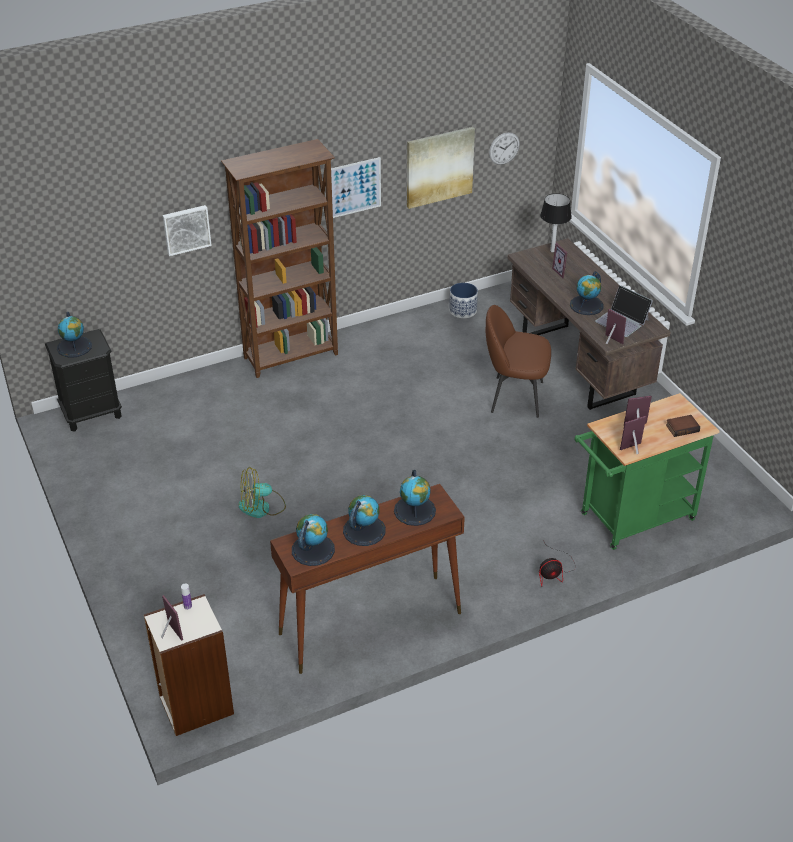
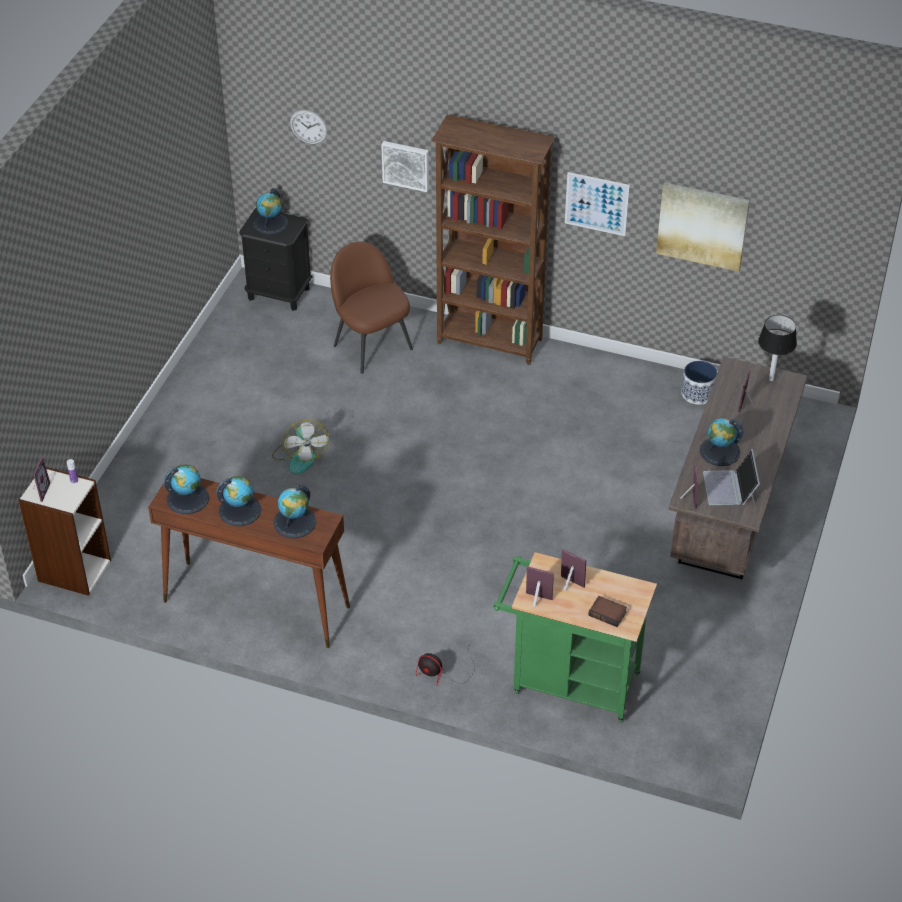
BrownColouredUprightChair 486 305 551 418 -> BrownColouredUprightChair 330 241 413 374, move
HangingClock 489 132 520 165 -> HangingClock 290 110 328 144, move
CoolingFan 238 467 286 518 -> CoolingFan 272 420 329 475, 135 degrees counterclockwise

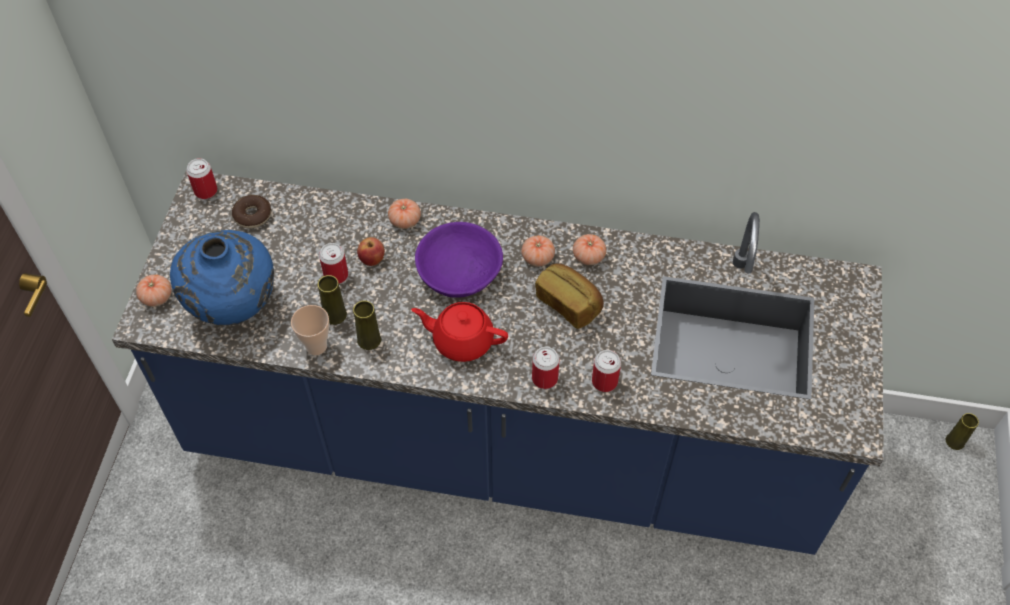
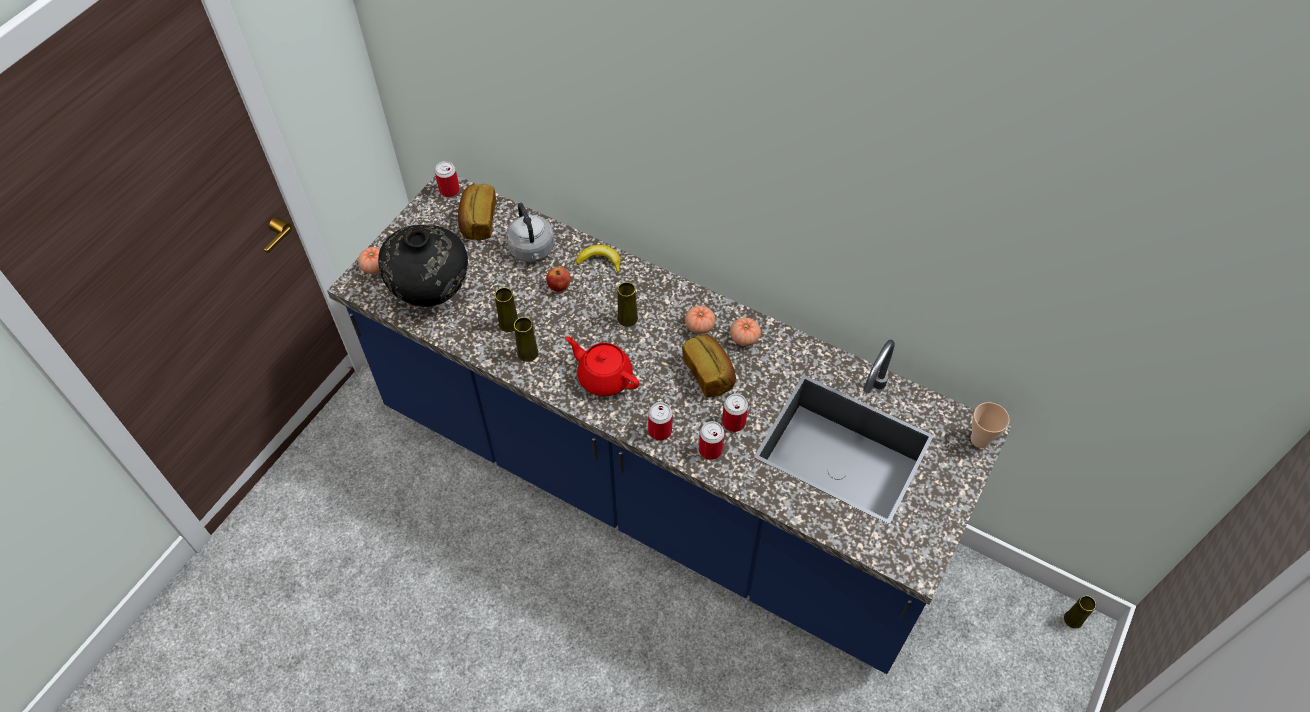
none -> GreyishTeaKettle 506 203 554 262
Cup 291 305 330 355 -> Cup 971 402 1010 448, move
SealedCan 319 243 348 284 -> SealedCan 722 394 748 432, move
RingDoughnut 232 195 271 228 -> Bread 458 184 496 240
Tomato 388 199 421 229 -> Banana 576 245 621 274
PurpleBowl 415 222 503 298 -> YellowColouredVase 617 282 638 327
BlueVase 170 230 274 325 -> BlackVase 378 225 468 307

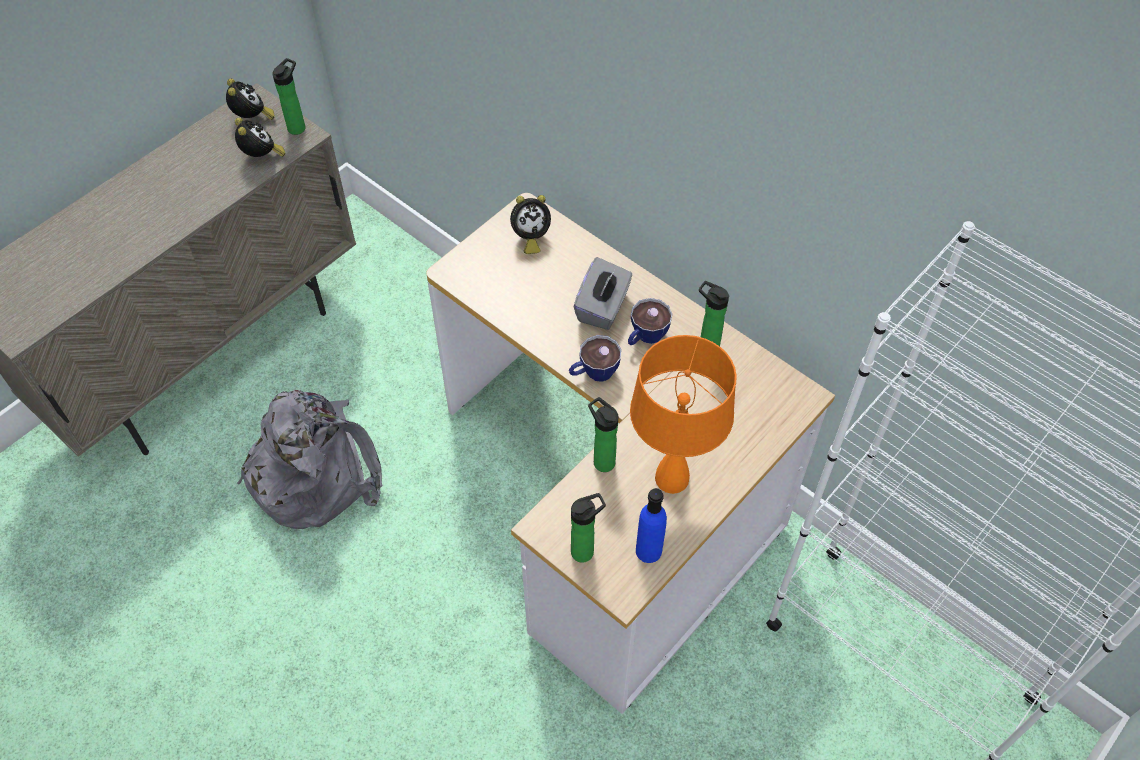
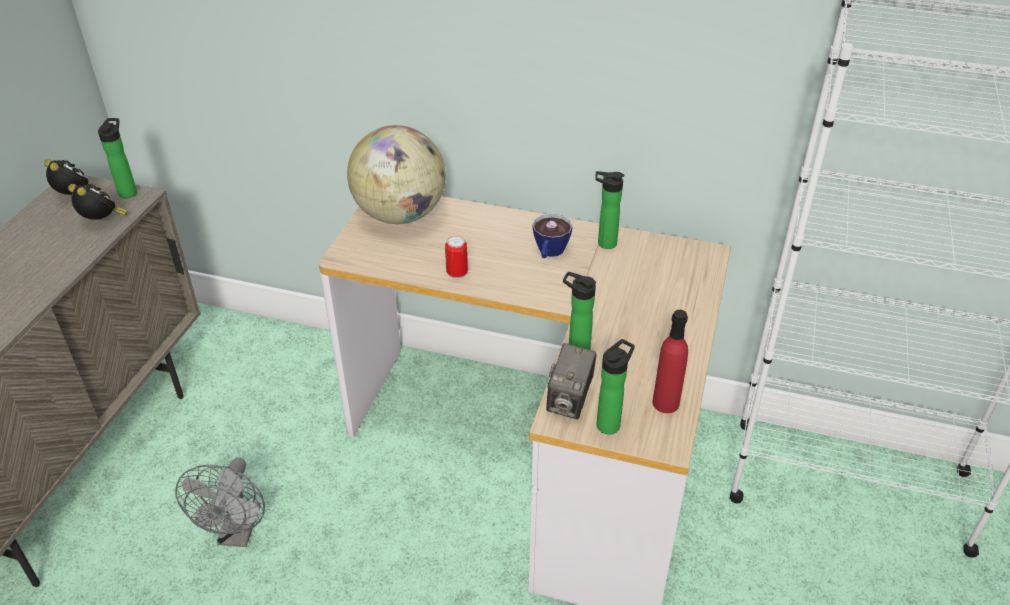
Cup 569 335 621 382 -> none
GreyishTissueBox 574 257 632 330 -> none
OrangeTabletopLamp 630 335 737 494 -> none
none -> SealedCan 445 236 468 279
none -> PhotoCamera 546 343 597 419
GreyishBackpack 237 390 382 529 -> GreyishCoolingFan 175 457 265 547
BedsideClock 510 195 551 254 -> WorldGlobe 347 125 446 224
BlueBottle 636 488 667 563 -> RedColouredBottle 652 310 688 413

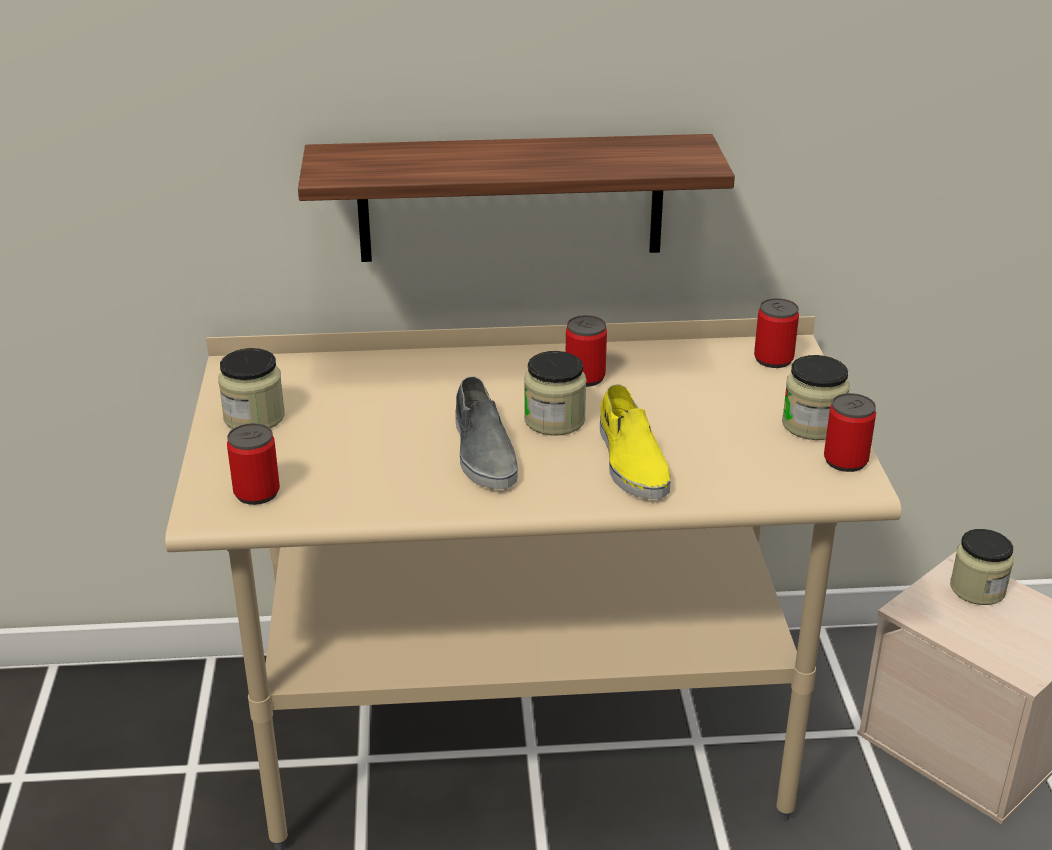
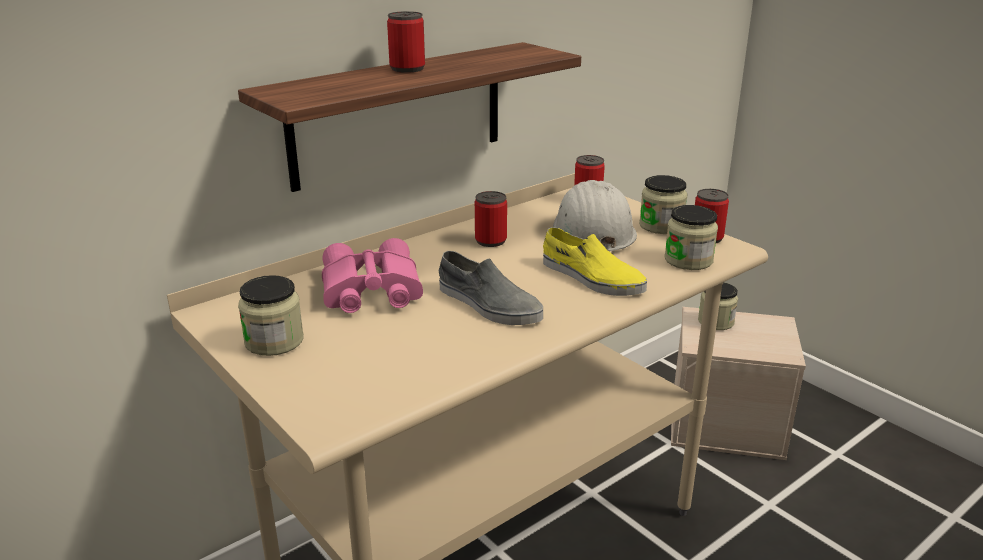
none -> PinkColouredFieldGlasses 322 238 423 313
none -> WhiteColouredHardHat 553 180 637 251
SealedCan 227 423 280 505 -> SealedCan 387 11 425 73, move
PreserveJar 524 351 587 436 -> PreserveJar 664 205 718 270, move

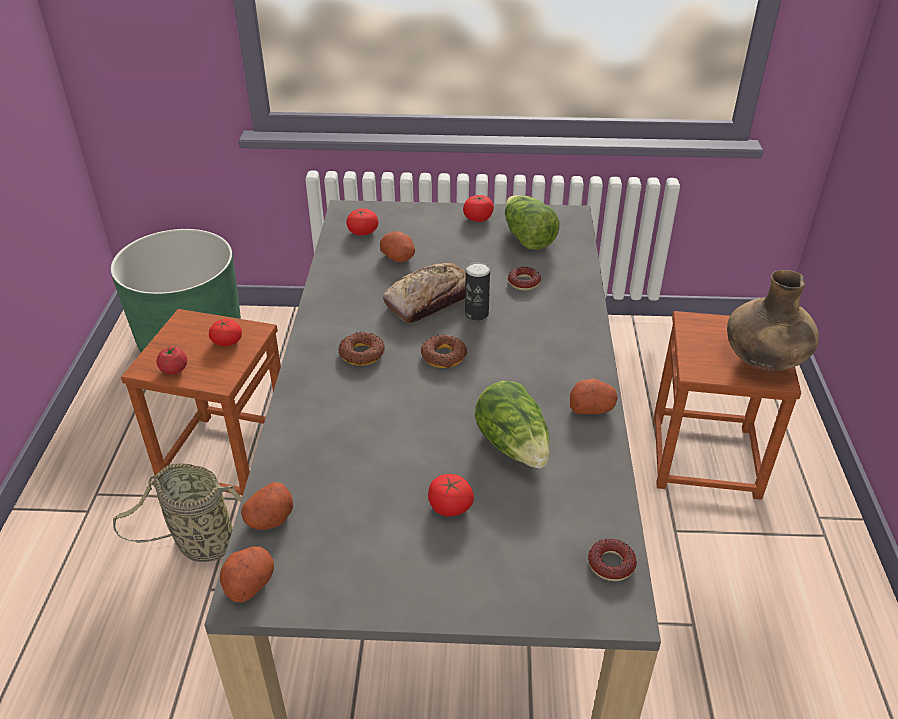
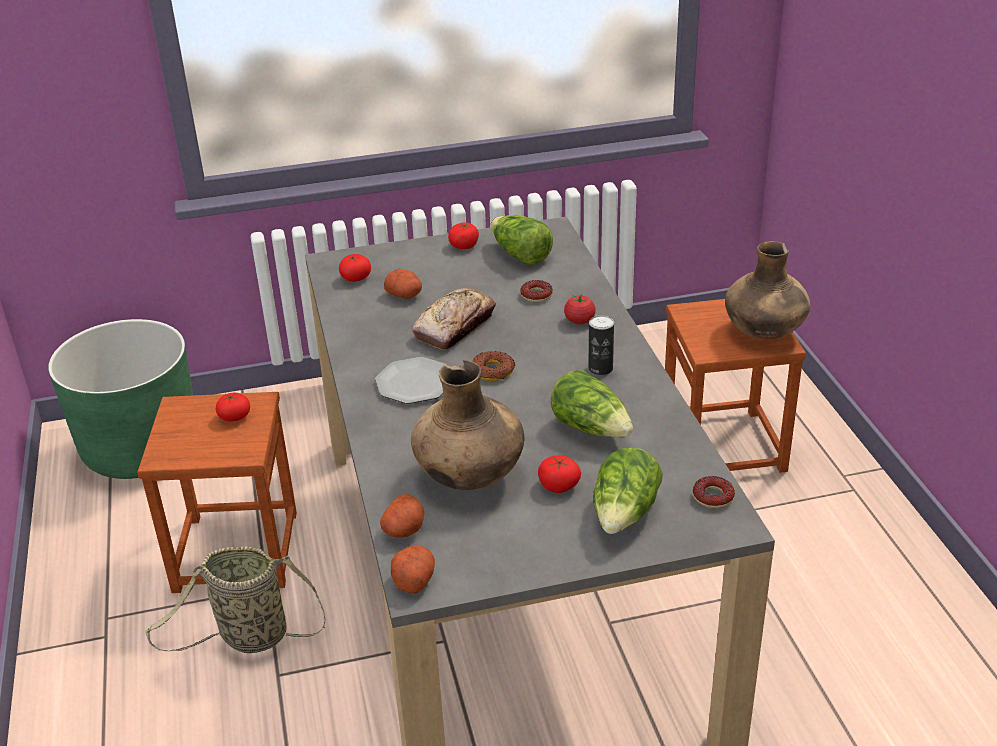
Potato 570 379 618 414 -> none
none -> BrownColouredVase 411 360 524 490
none -> Lettuce 593 447 663 534
Tomato 157 347 187 375 -> Tomato 564 295 596 324, move
SealedCan 465 262 490 321 -> SealedCan 588 315 614 375, move
RingDoughnut 338 332 385 366 -> DinnerPlate 375 357 445 404

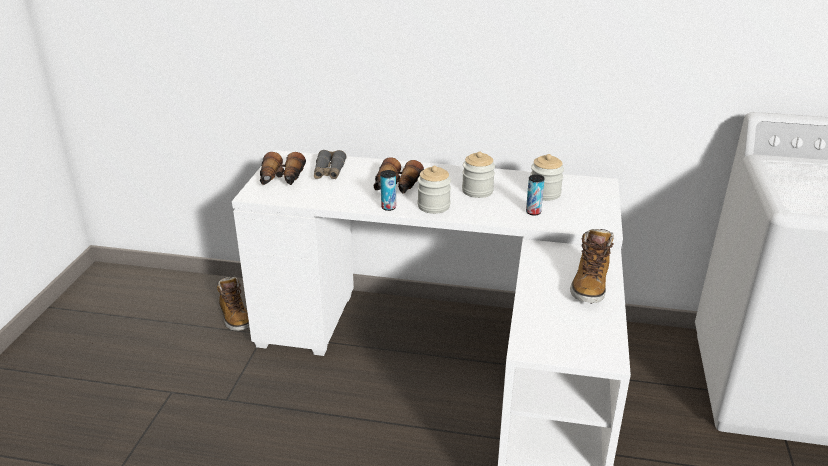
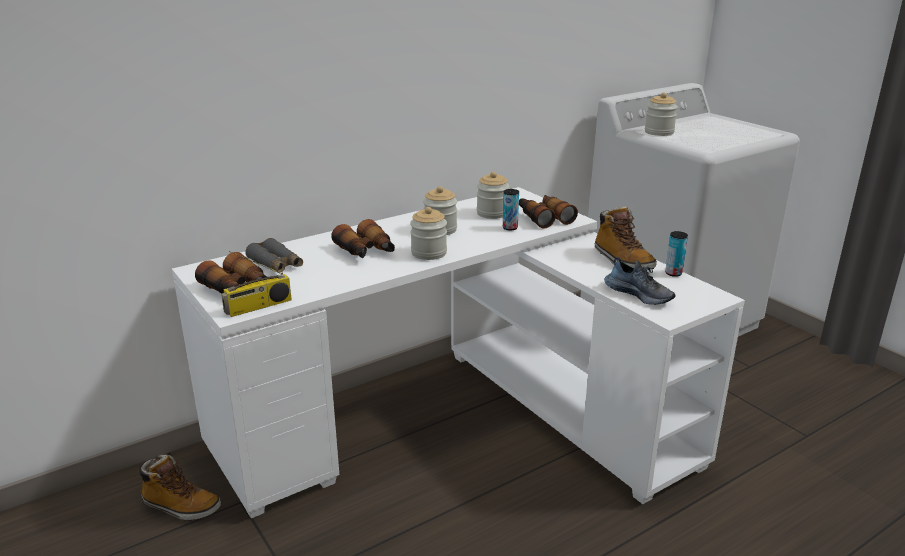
none -> RadioSet 221 251 292 317
none -> FieldGlasses 519 195 578 228
none -> LowShoe 604 257 676 305
none -> PreserveJar 645 93 678 136
SealedCan 380 170 396 211 -> SealedCan 665 231 688 277, move

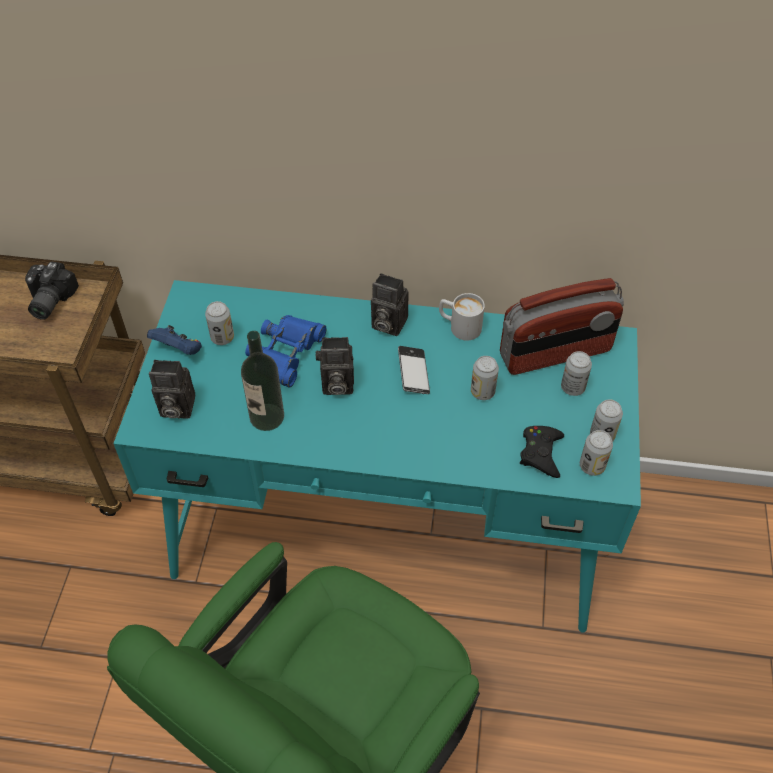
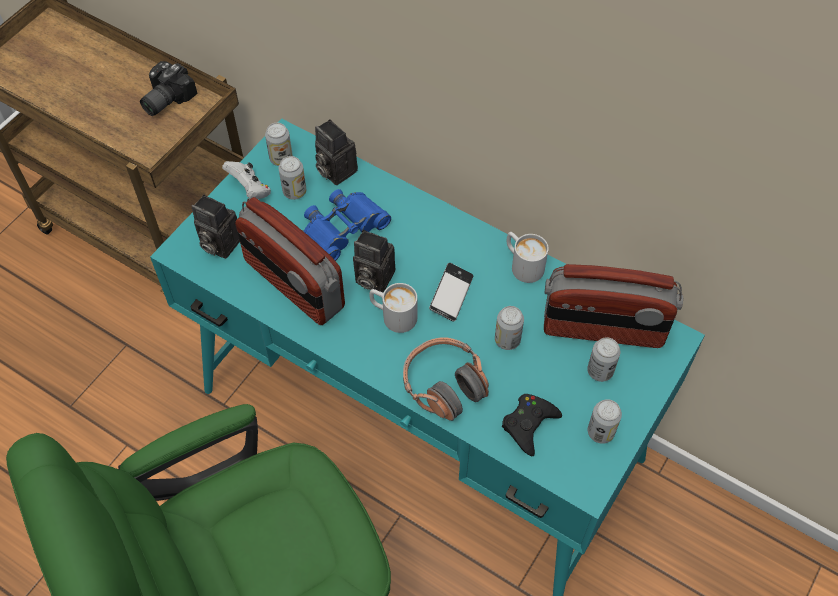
none -> WhiteColouredMug 369 283 417 333
none -> Headset 403 337 489 421
PhotoCamera 371 273 409 336 -> PhotoCamera 315 119 358 185, move
SealedCan 580 430 613 476 -> SealedCan 265 123 293 166, move
Bottle 241 331 284 431 -> RadioSet 235 197 345 325
BlueGameController 147 325 202 355 -> WhiteColouredGameController 222 161 271 199

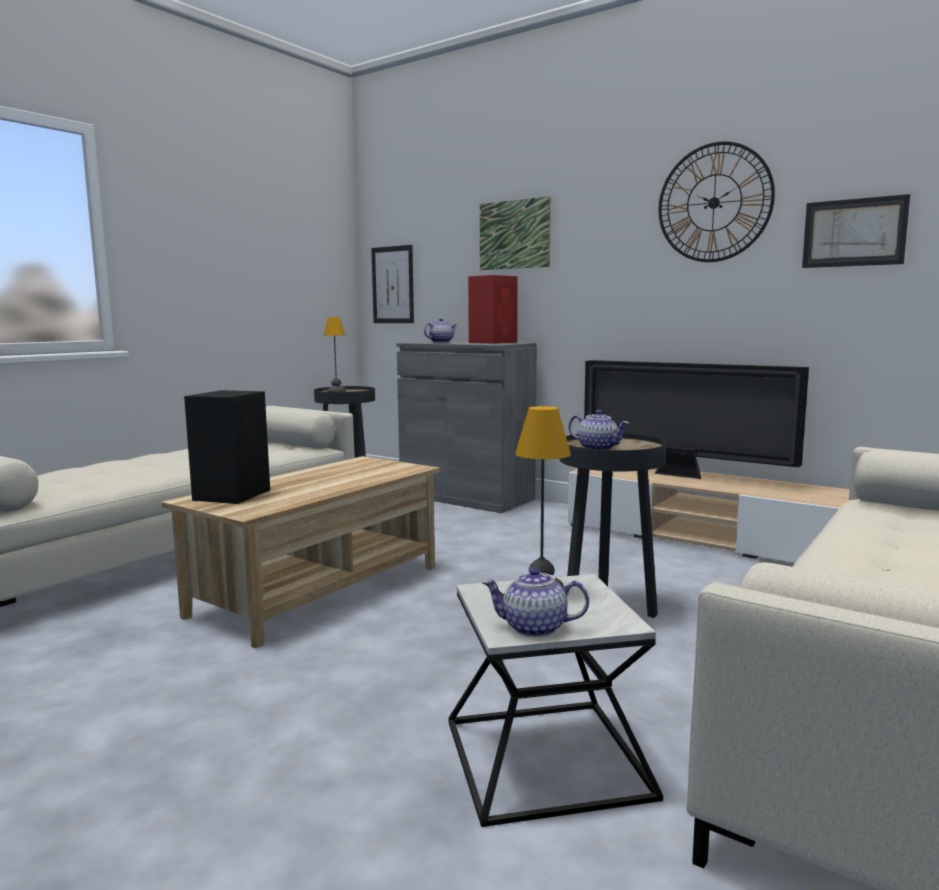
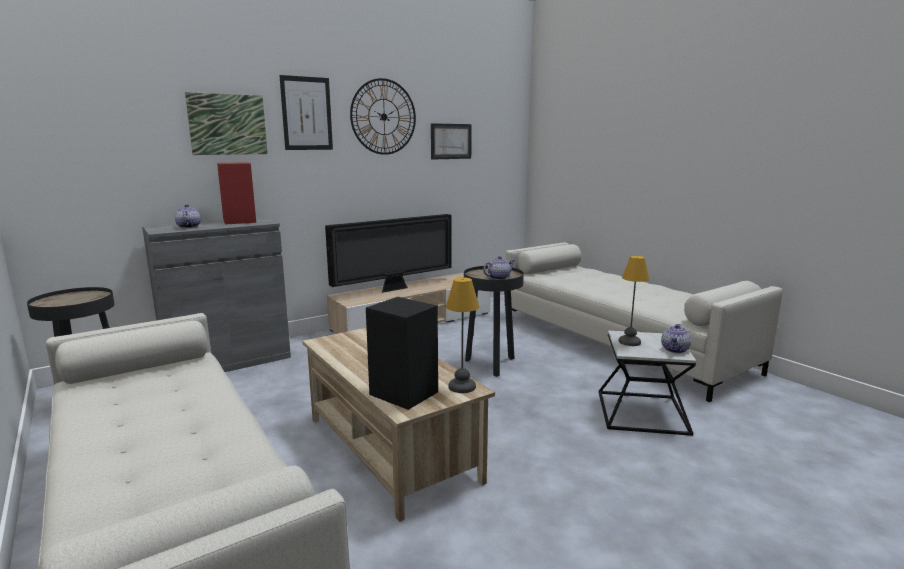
TabletopLamp 323 317 346 392 -> TabletopLamp 446 277 479 393, move
Picture 371 245 414 323 -> Picture 279 75 333 150, move

